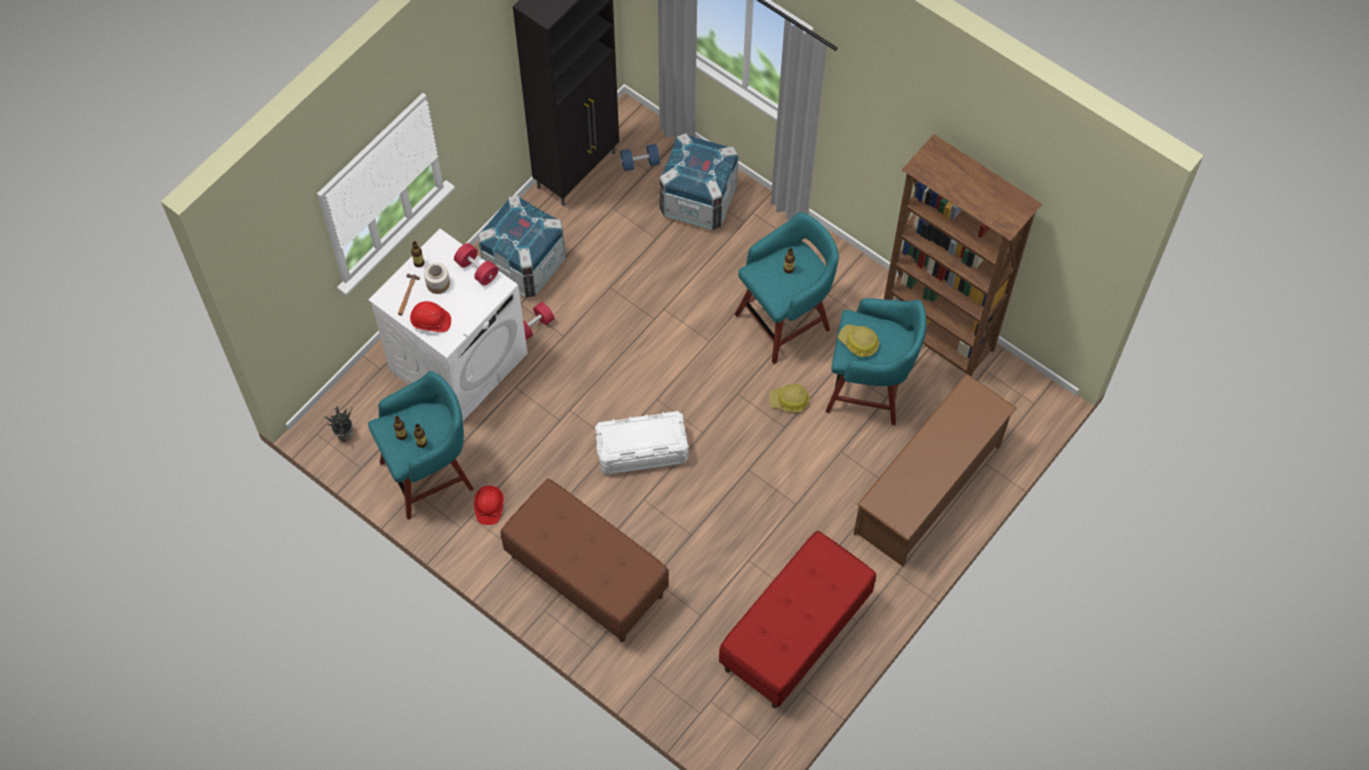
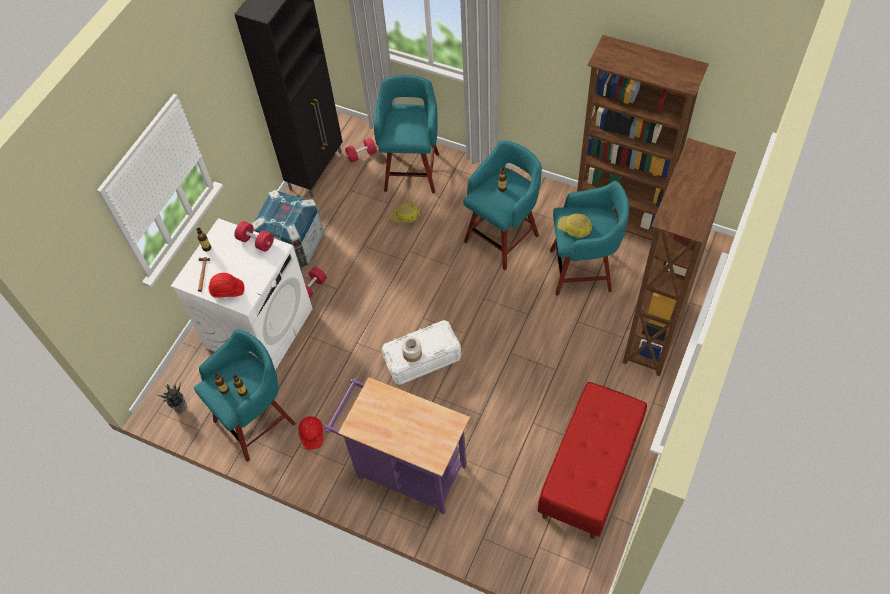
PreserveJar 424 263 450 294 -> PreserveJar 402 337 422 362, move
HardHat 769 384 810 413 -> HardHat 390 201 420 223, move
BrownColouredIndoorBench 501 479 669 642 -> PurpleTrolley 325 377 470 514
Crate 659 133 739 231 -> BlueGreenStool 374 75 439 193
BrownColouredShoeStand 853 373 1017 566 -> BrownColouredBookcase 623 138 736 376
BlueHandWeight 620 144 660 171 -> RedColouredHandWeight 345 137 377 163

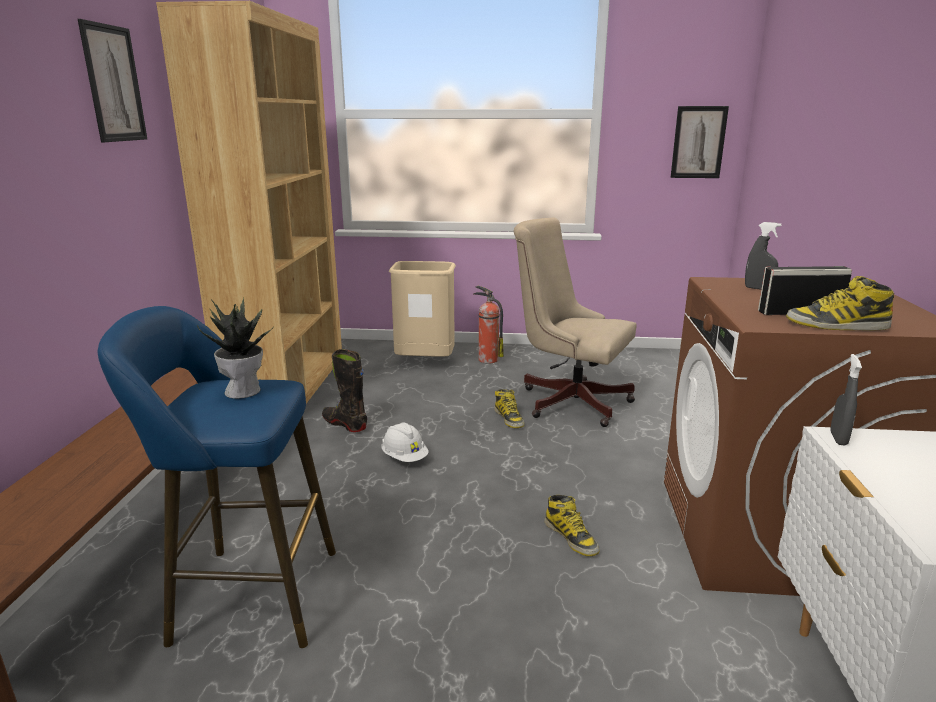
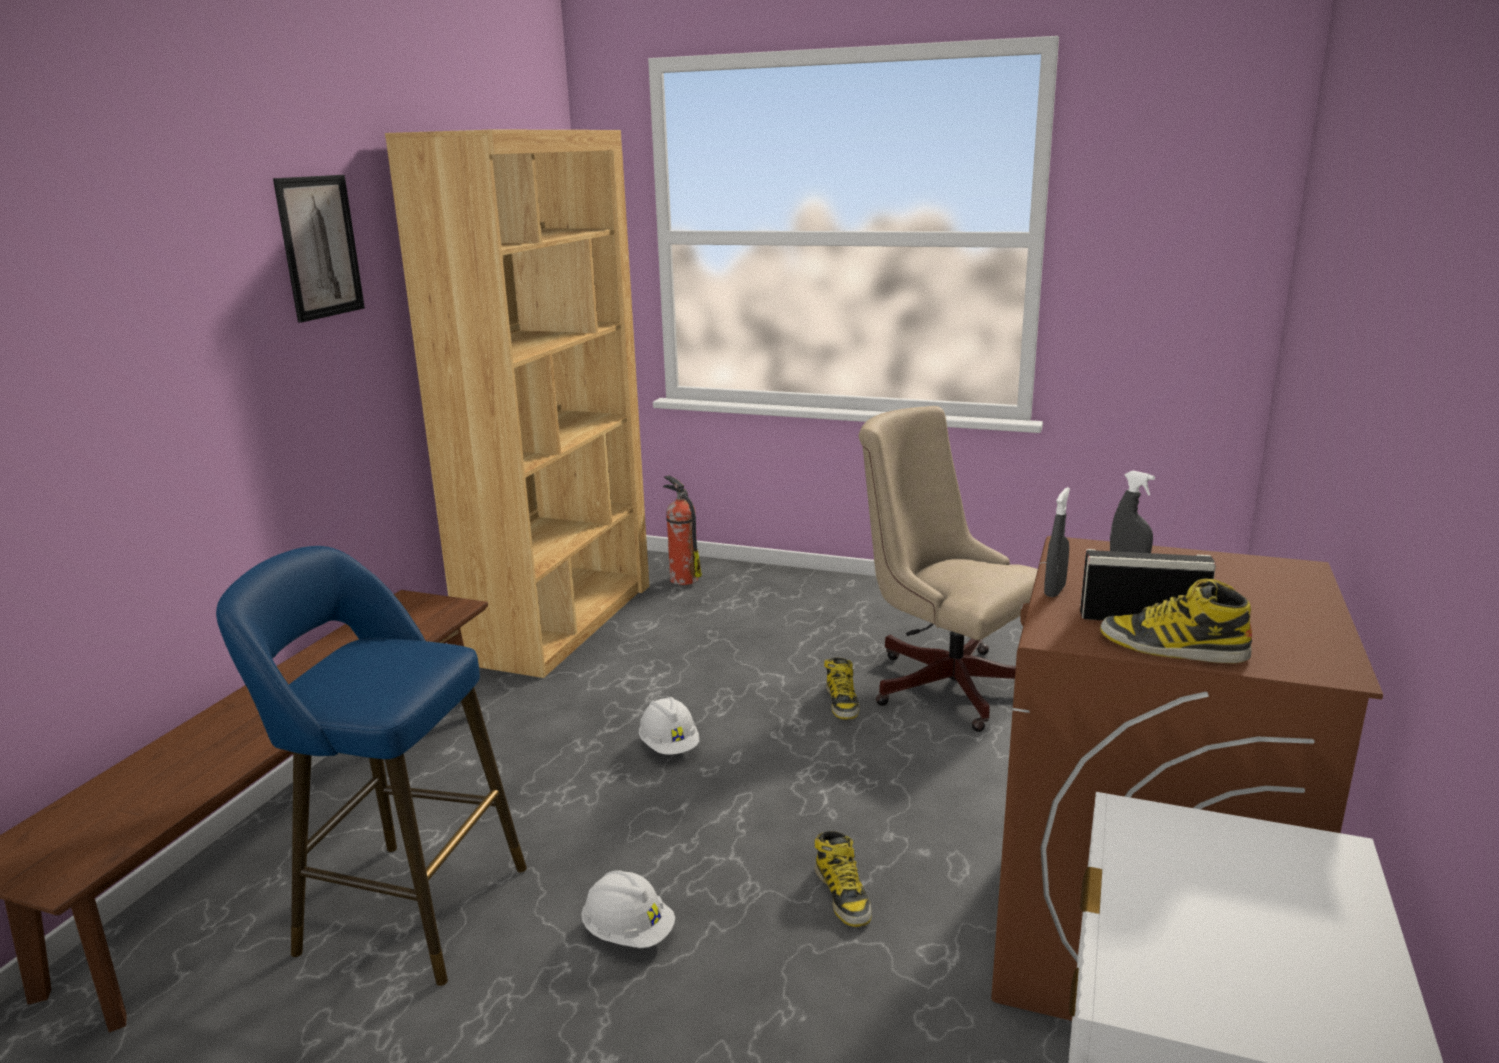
PlantInAPot 197 298 273 399 -> none
BlackTallBoot 322 349 367 432 -> none
BeigeColouredRubbishBin 389 261 456 357 -> none
Picture 670 106 729 178 -> none
none -> WhiteColouredHardHat 581 870 675 948
FireExtinguisher 473 286 504 363 -> FireExtinguisher 663 475 702 585, move
GreyishSprayer 830 354 862 446 -> GreyishSprayer 1044 487 1070 597, move

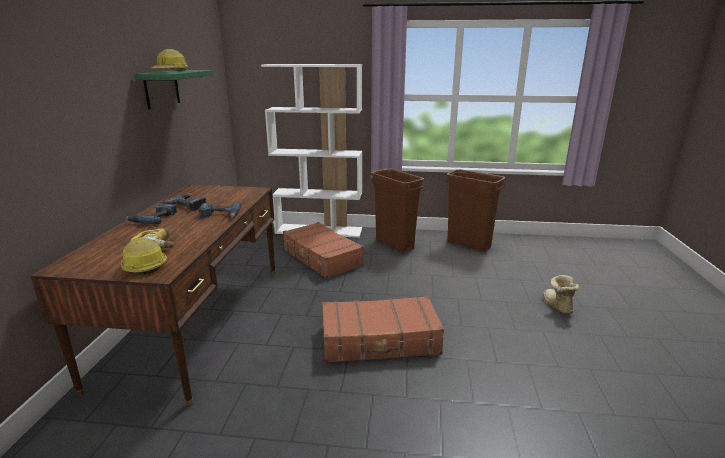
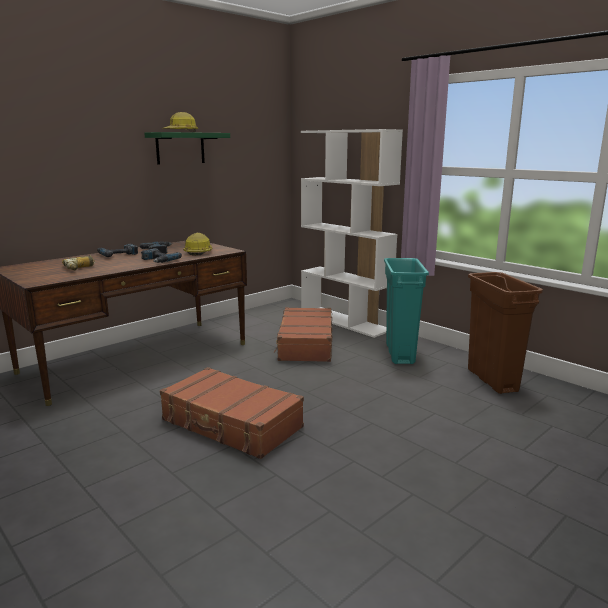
TallBoot 543 275 579 314 -> none
HardHat 121 237 168 275 -> HardHat 183 233 213 256, move
BrownColouredRubbishBin 371 168 424 253 -> BlueGreenRubbishBin 384 258 429 364

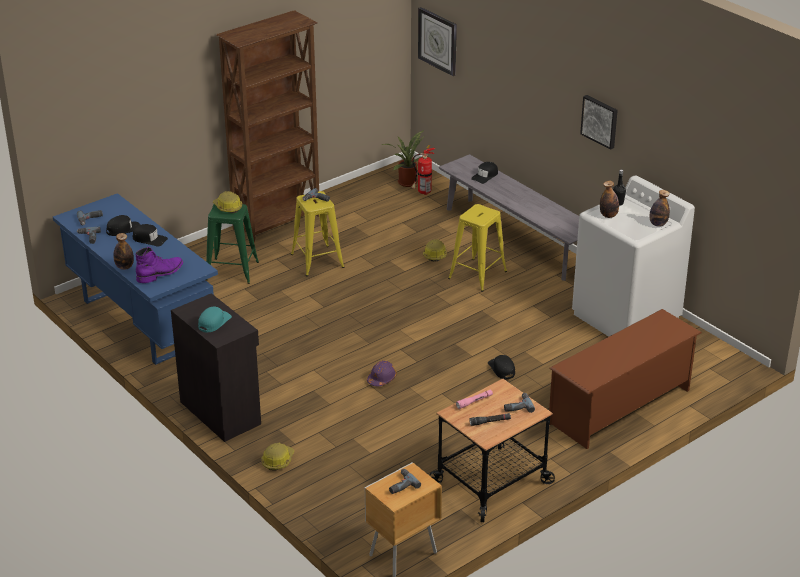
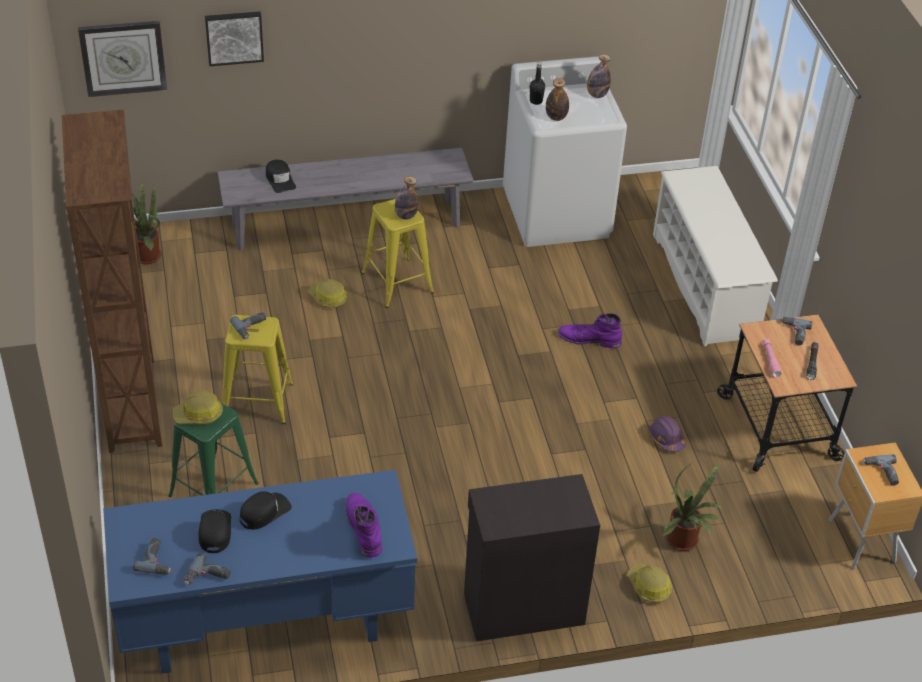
BlueGreenCap 198 307 232 333 -> none
FireExtinguisher 411 145 435 195 -> none
none -> PlantInAPot 662 464 726 551
Bottle 113 233 134 270 -> Bottle 395 176 418 220, move
PurpleHardHat 367 360 397 386 -> PurpleHardHat 649 416 686 452, move
Picture 580 95 618 150 -> Picture 205 11 264 66, move
BlackCap 488 355 515 379 -> PurpleTallBoot 558 313 622 348
BrownColouredShoeStand 549 309 702 449 -> WhiteColouredShoeStand 653 166 778 347

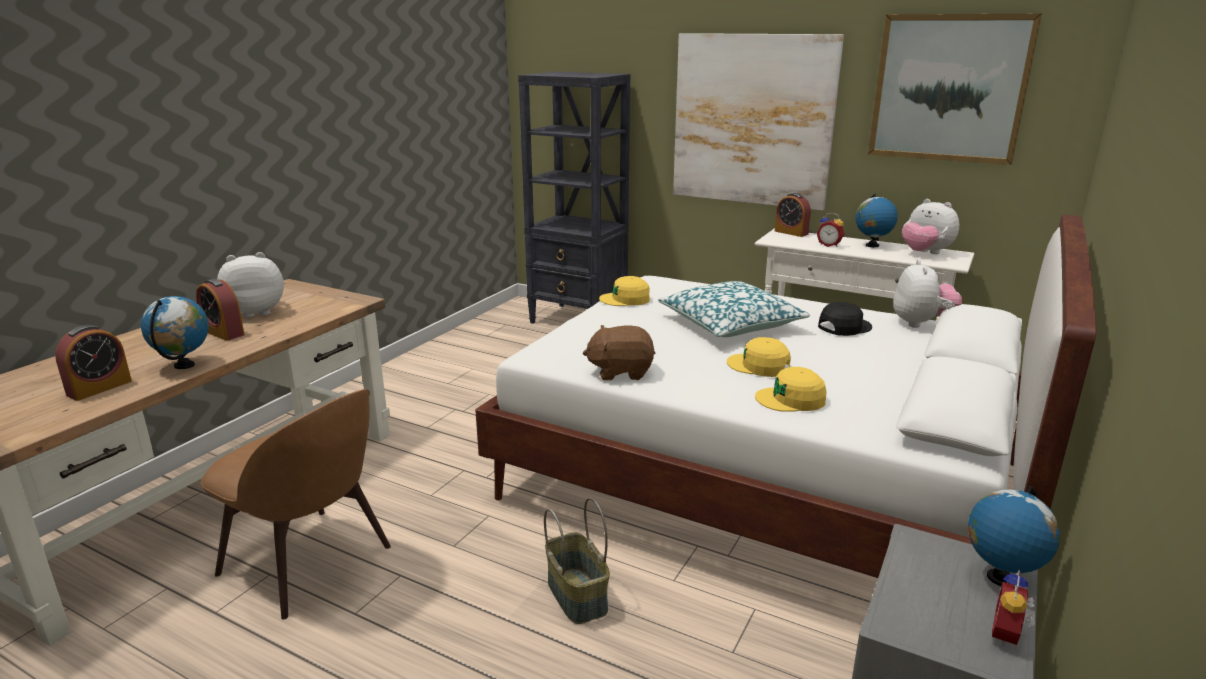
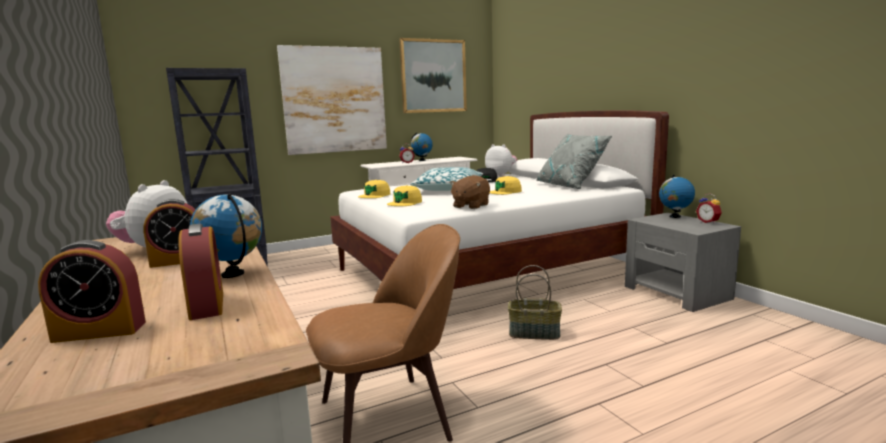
PlushToy 902 199 959 254 -> none
none -> GreyishPillow 536 134 612 189
YellowColouredCap 755 367 827 412 -> YellowColouredCap 387 185 422 206, move
BedsideClock 775 193 811 237 -> BedsideClock 38 240 146 343, move

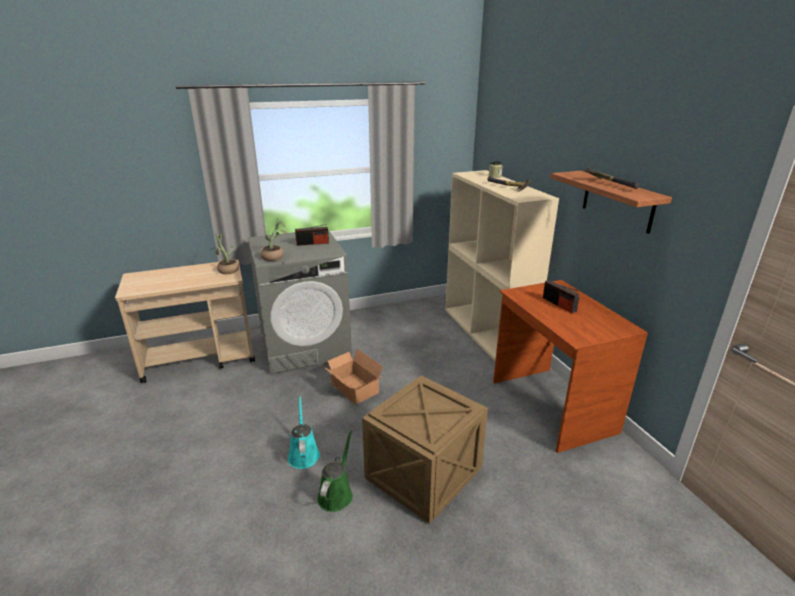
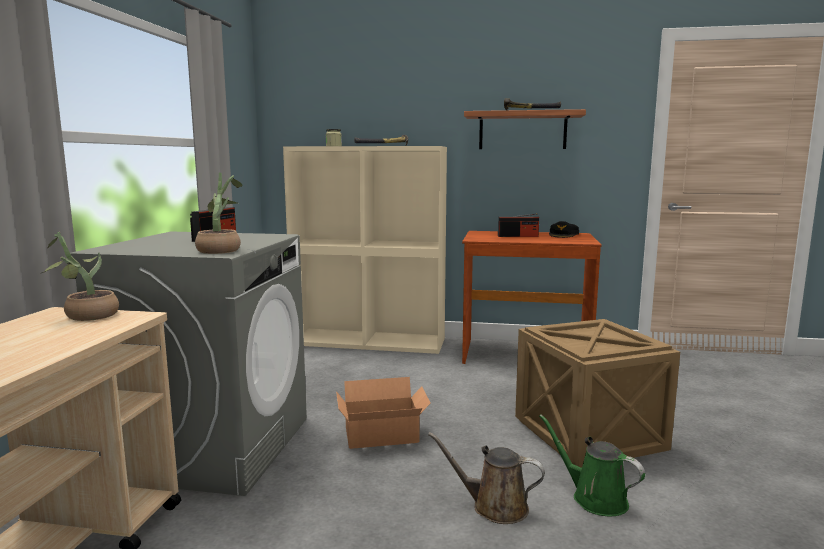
none -> BlackCap 549 221 579 238
BlueGreenSprinklingCan 288 396 320 469 -> BrownColouredSprinklingCan 428 432 545 524

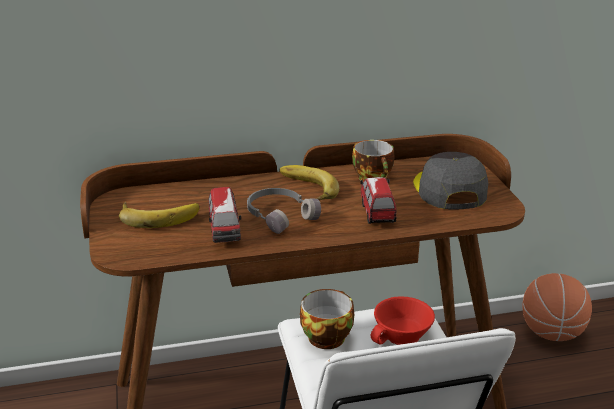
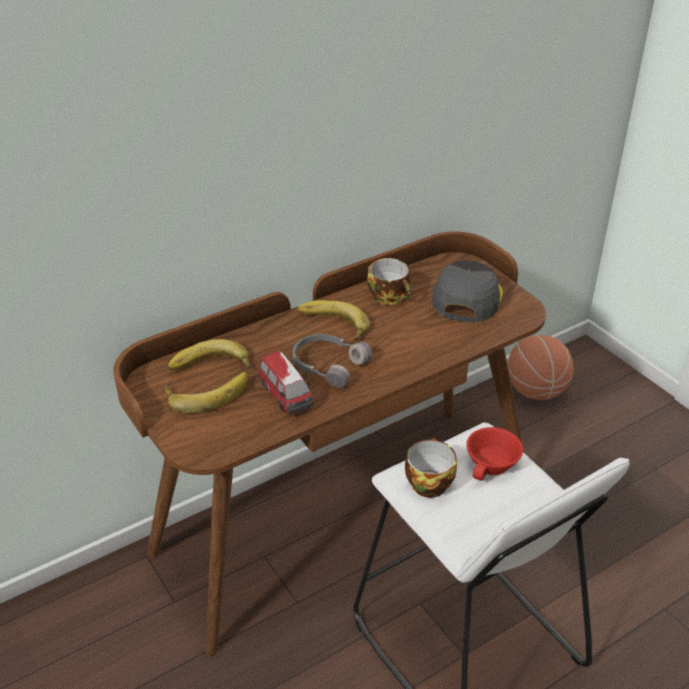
ToyCar 361 177 396 224 -> none
none -> Banana 168 339 250 370
GreyishCap 413 152 488 209 -> GreyishCap 432 260 503 322, 45 degrees clockwise

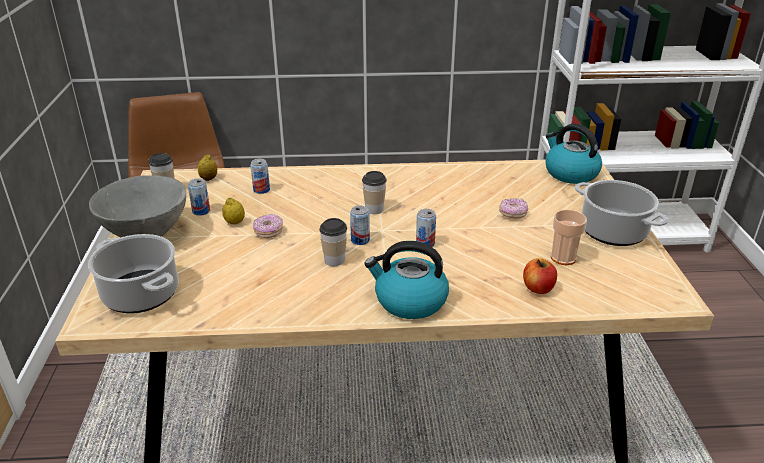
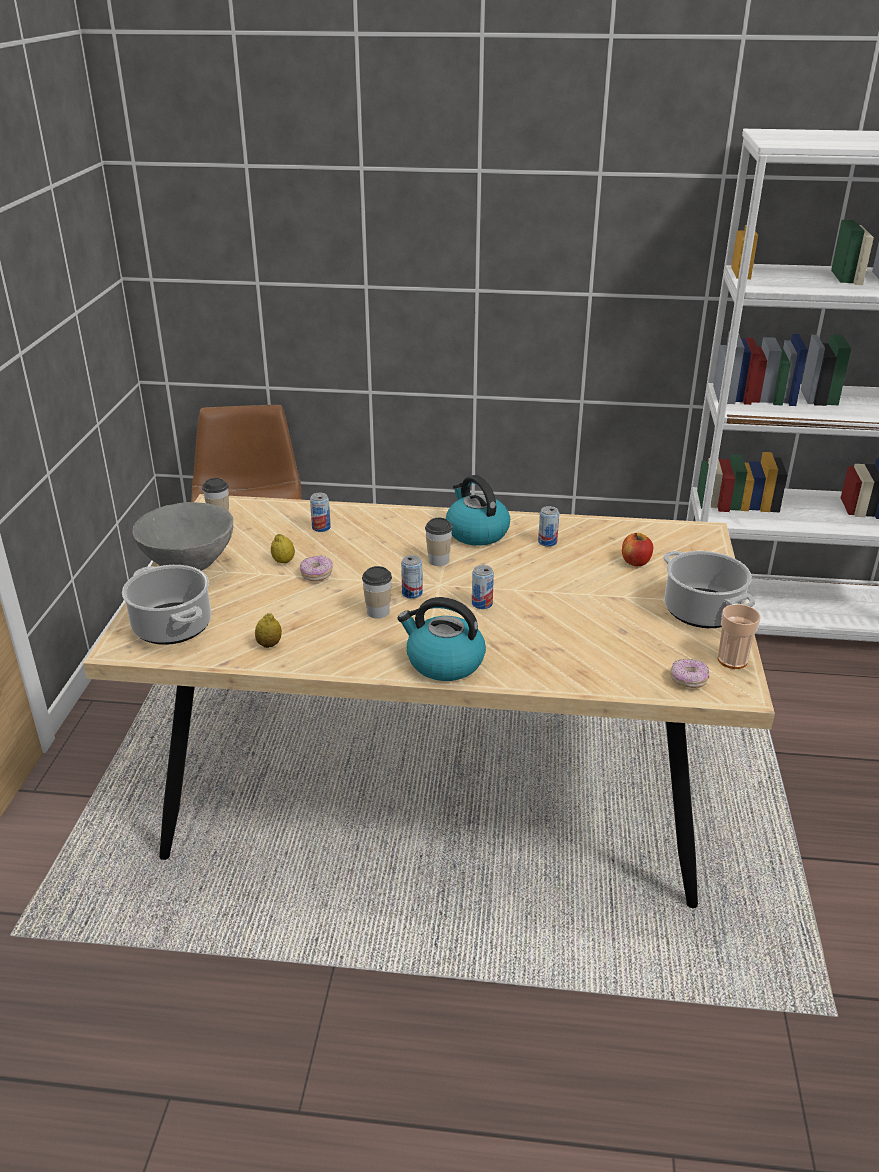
SealedCan 188 178 210 216 -> SealedCan 538 506 559 547, move
CitrusFruit 198 154 217 181 -> CitrusFruit 255 613 282 648, move
RingDoughnut 499 198 528 218 -> RingDoughnut 670 659 709 688, move
AppleFruit 523 258 557 294 -> AppleFruit 622 533 653 566, move
TeaKettle 546 124 602 184 -> TeaKettle 446 475 510 546, move
Cup 551 210 587 265 -> Cup 718 604 761 669, move

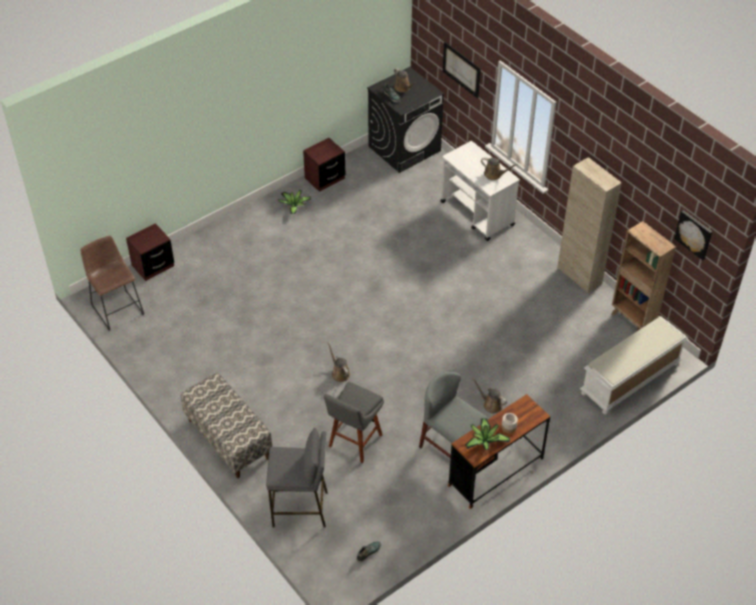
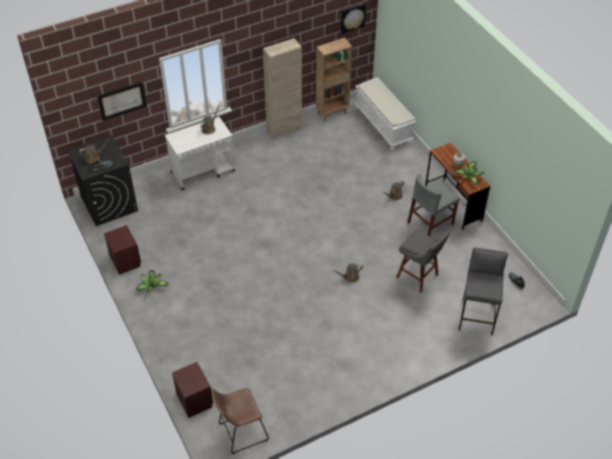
IndoorBench 181 373 273 478 -> none

